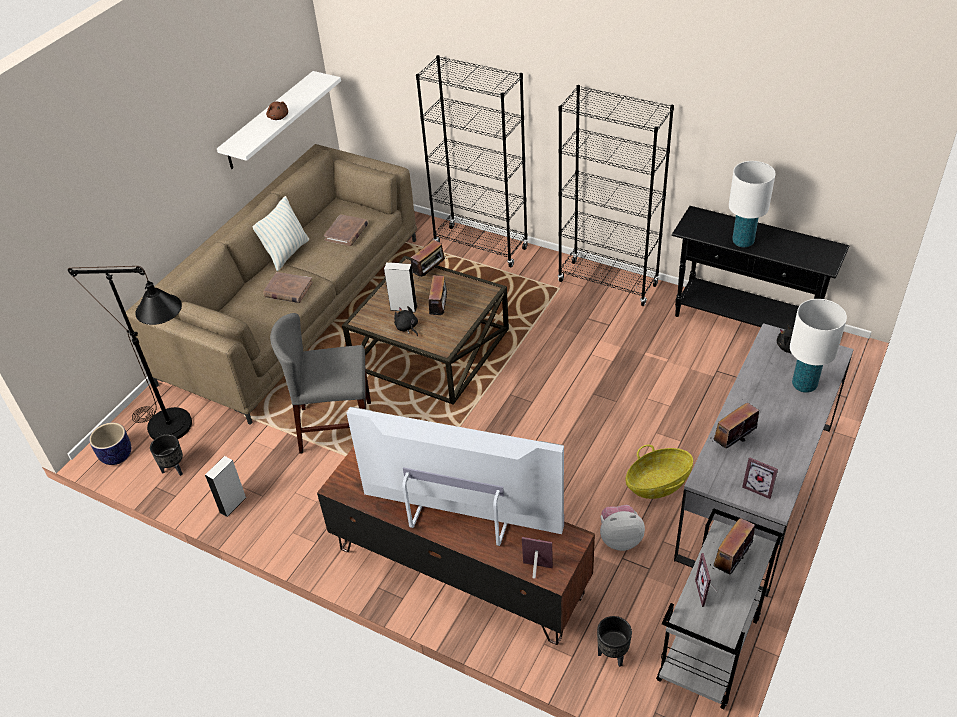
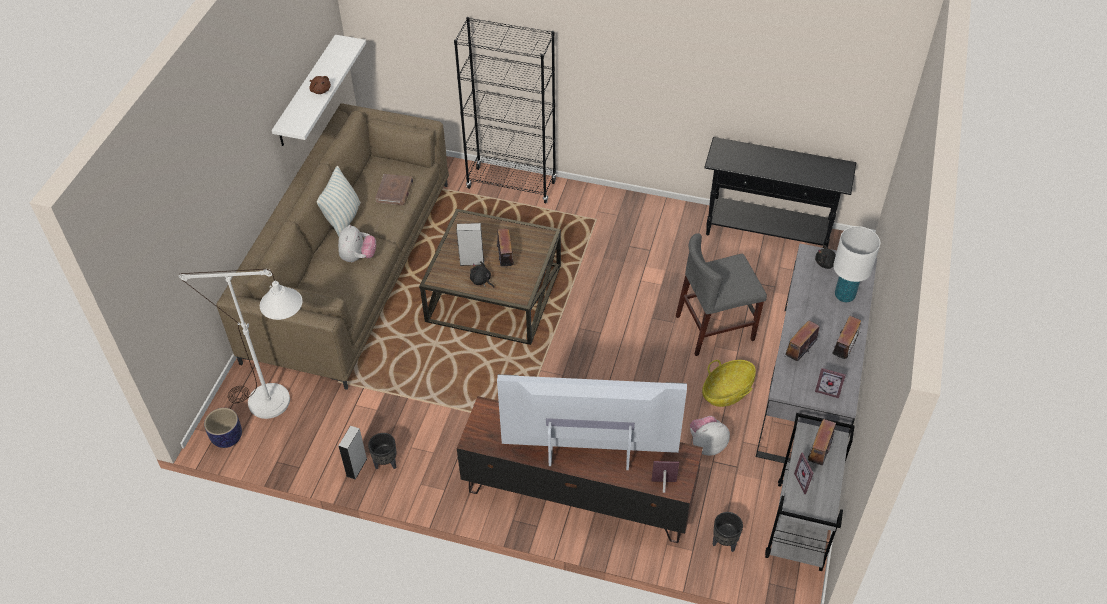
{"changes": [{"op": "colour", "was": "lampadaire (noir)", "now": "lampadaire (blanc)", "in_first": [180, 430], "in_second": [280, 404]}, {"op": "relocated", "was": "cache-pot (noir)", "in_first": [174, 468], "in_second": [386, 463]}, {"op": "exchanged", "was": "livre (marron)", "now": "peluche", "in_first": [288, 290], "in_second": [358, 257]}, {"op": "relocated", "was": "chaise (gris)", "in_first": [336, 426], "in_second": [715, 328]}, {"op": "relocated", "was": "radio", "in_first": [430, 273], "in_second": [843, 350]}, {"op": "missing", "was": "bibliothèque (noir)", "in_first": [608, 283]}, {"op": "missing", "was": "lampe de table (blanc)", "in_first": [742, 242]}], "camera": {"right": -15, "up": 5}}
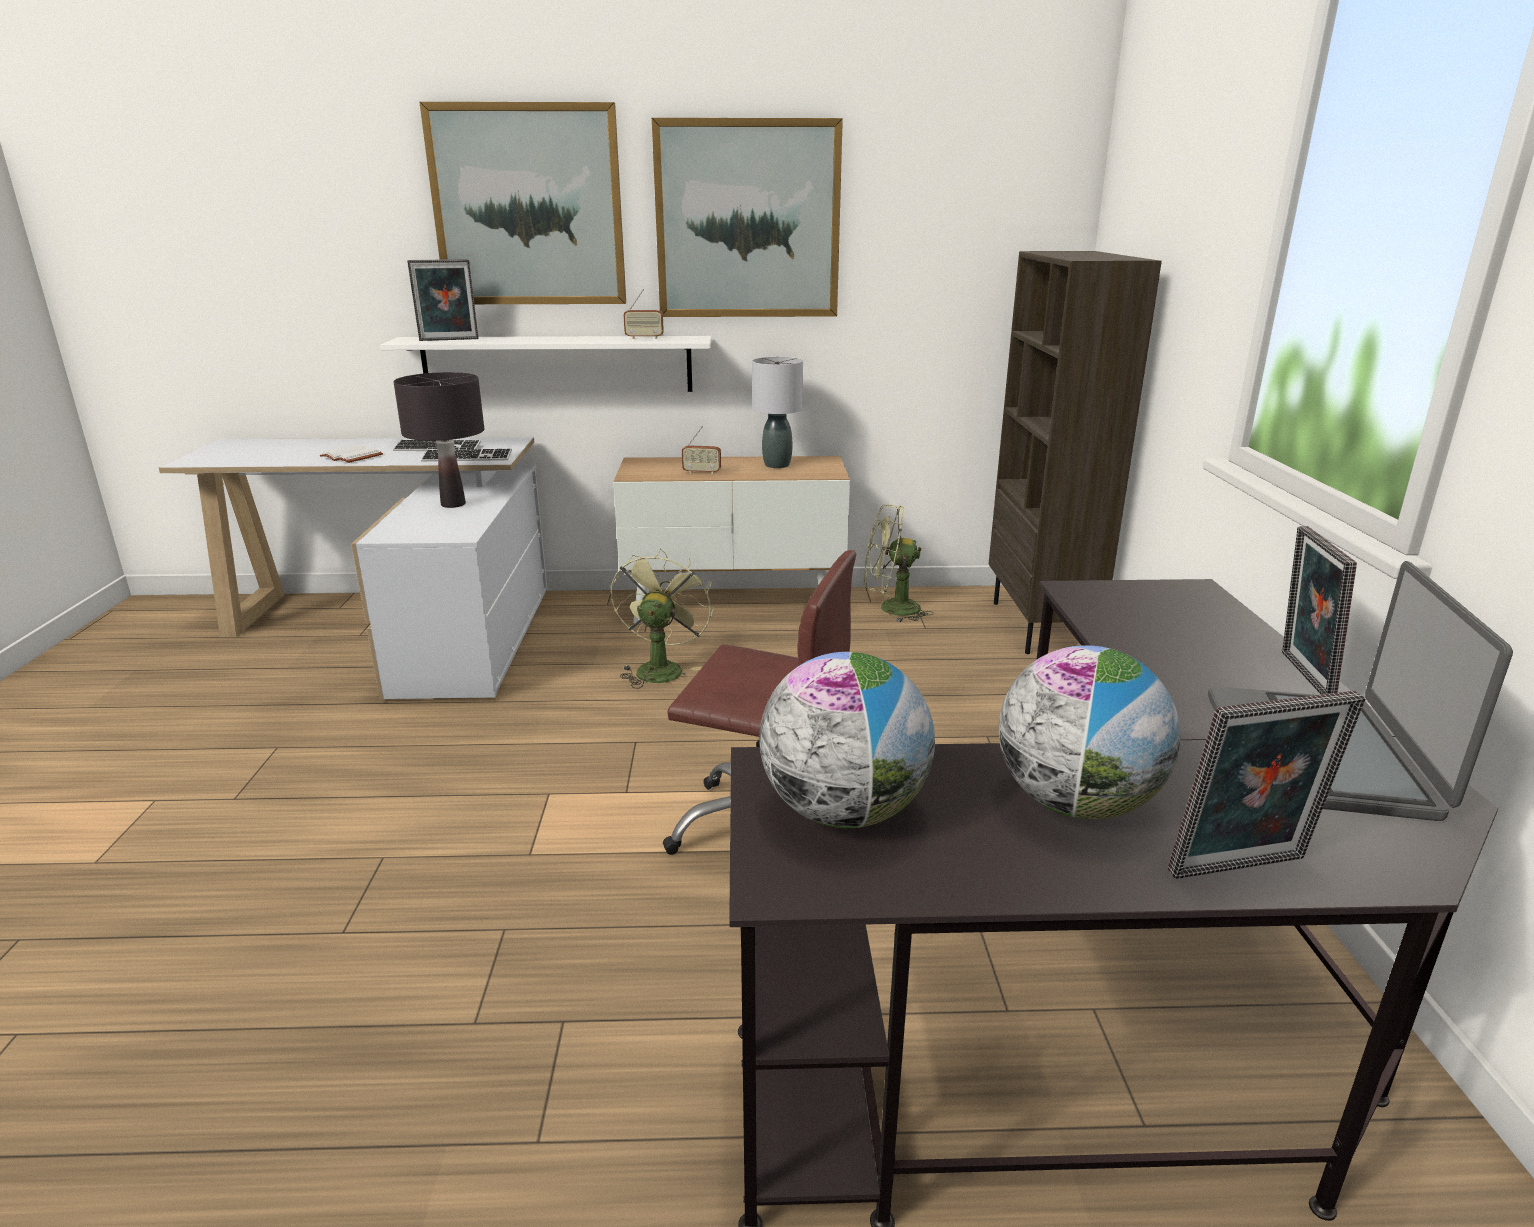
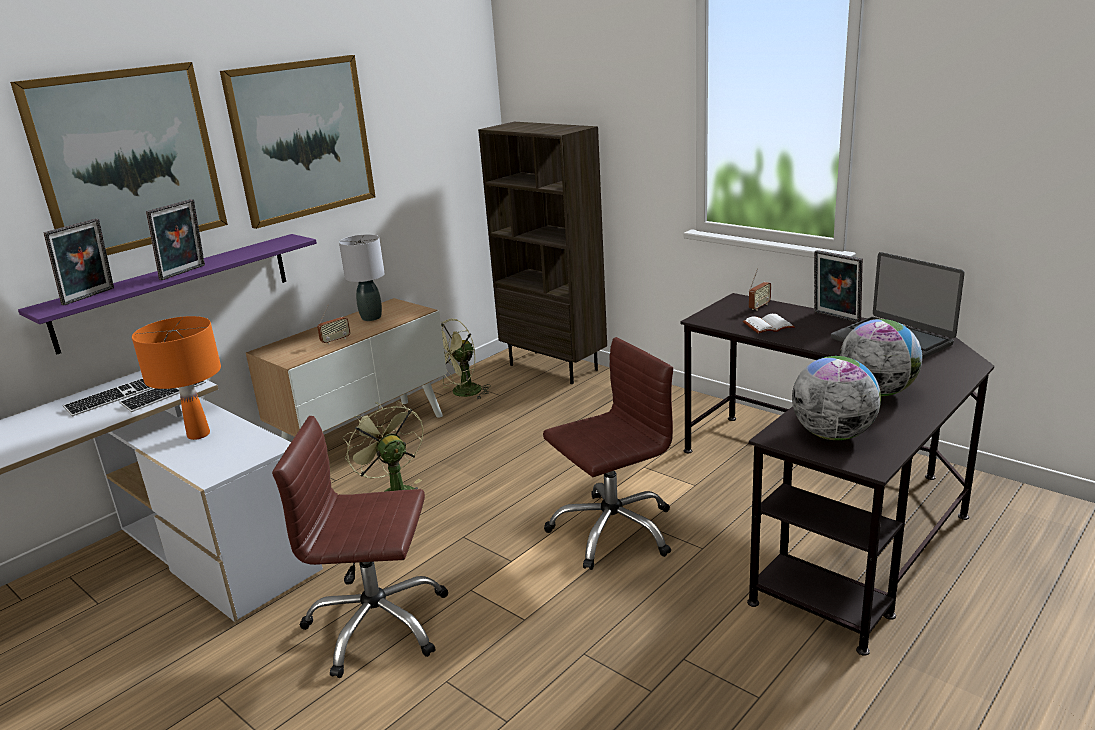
{"changes": [{"op": "relocated", "was": "livre (blanc)", "in_first": [353, 456], "in_second": [768, 325]}, {"op": "colour", "was": "étagère (blanc)", "now": "étagère (violet)", "in_first": [557, 364], "in_second": [175, 291]}, {"op": "colour", "was": "lampe de table (noir)", "now": "lampe de table (orange)", "in_first": [453, 504], "in_second": [199, 435]}, {"op": "relocated", "was": "radio", "in_first": [644, 338], "in_second": [759, 307]}, {"op": "relocated", "was": "cadre photo", "in_first": [1242, 870], "in_second": [184, 272]}, {"op": "appeared", "now": "chaise de bureau (marron)", "in_second": [377, 625]}], "camera": {"right": -45, "up": 0}}
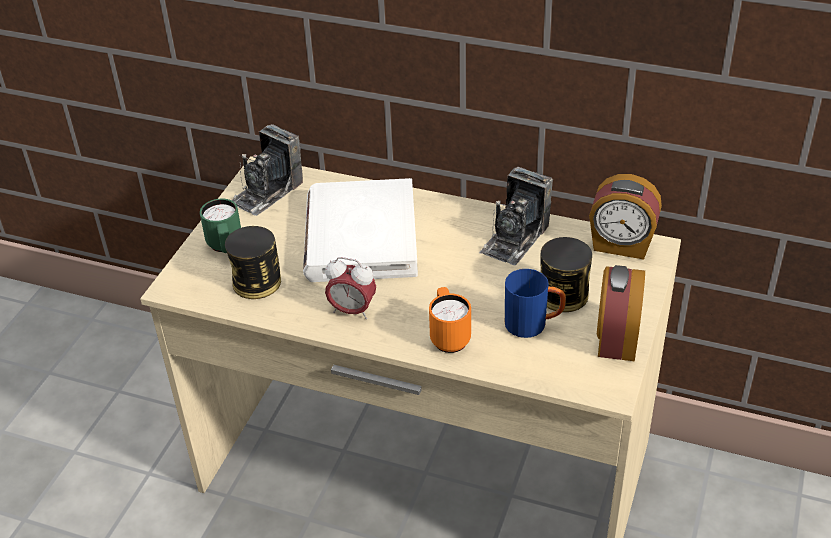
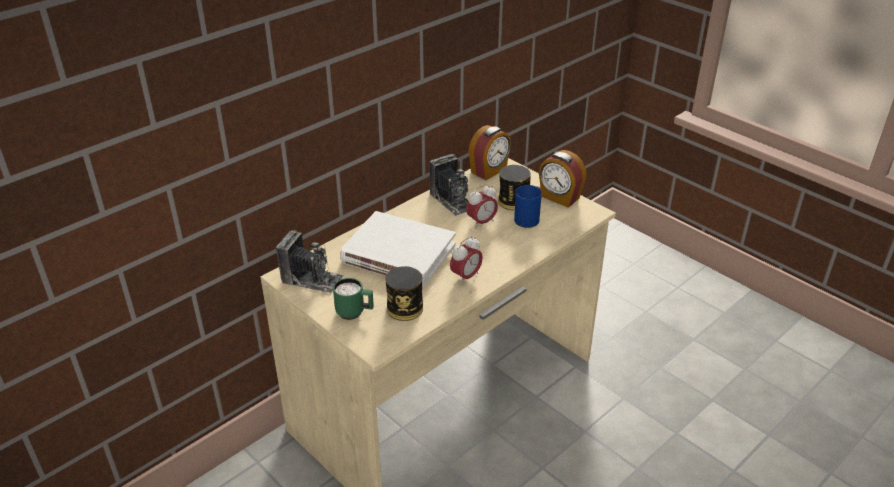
{"changes": [{"op": "spun", "was": "appareil photo", "in_first": [267, 192], "in_second": [312, 279], "clockwise": -45}, {"op": "missing", "was": "mug (orange)", "in_first": [448, 336]}, {"op": "appeared", "now": "réveil", "in_second": [481, 222]}], "camera": {"right": -65, "up": -5}}
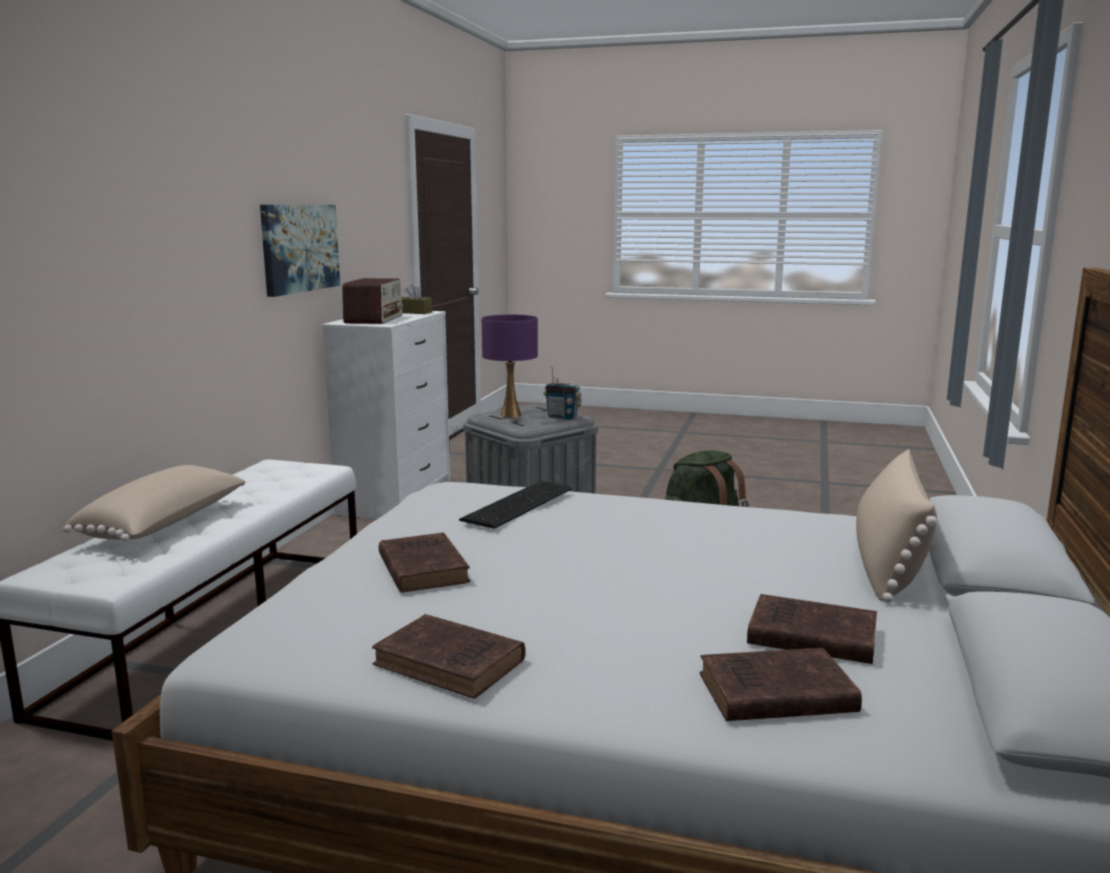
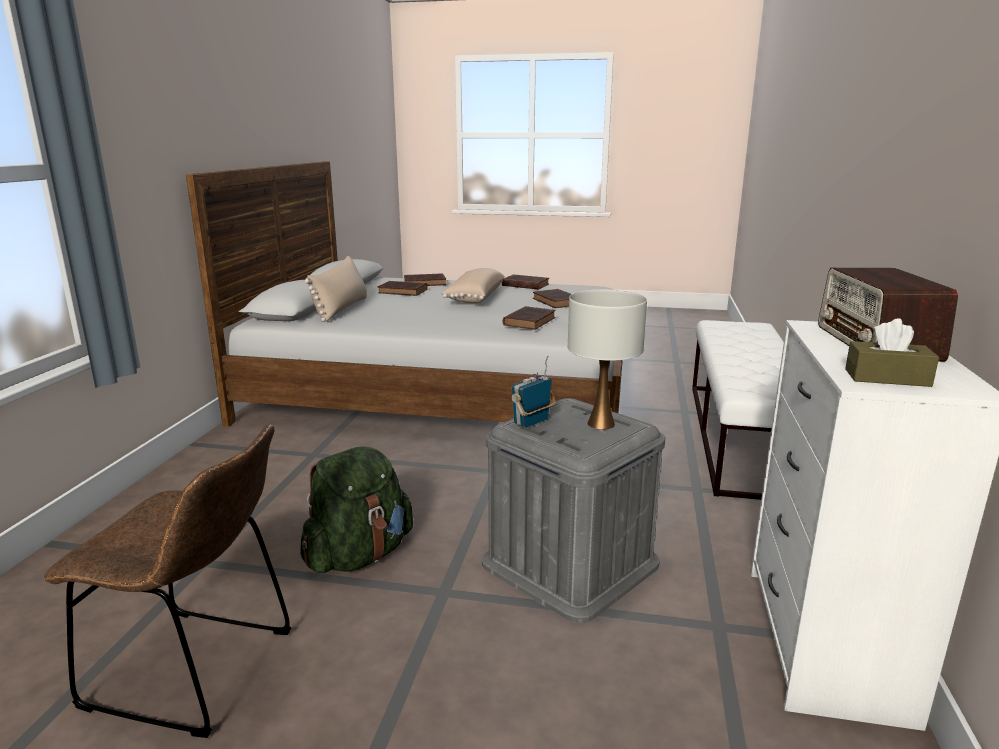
{"changes": [{"op": "relocated", "was": "coussin (beige)", "in_first": [166, 525], "in_second": [474, 298]}, {"op": "missing", "was": "tableau", "in_first": [299, 248]}, {"op": "exchanged", "was": "clavier", "now": "livre (marron)", "in_first": [515, 504], "in_second": [530, 321]}, {"op": "colour", "was": "lampe de table (violet)", "now": "lampe de table (blanc)", "in_first": [511, 415], "in_second": [601, 424]}, {"op": "spun", "was": "radio", "in_first": [562, 417], "in_second": [531, 422], "clockwise": -60}, {"op": "appeared", "now": "chaise (marron)", "in_second": [200, 670]}], "camera": {"right": 175, "up": 5}}
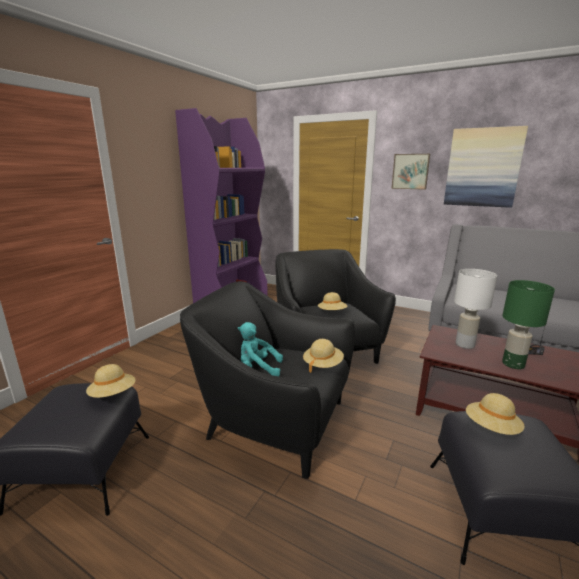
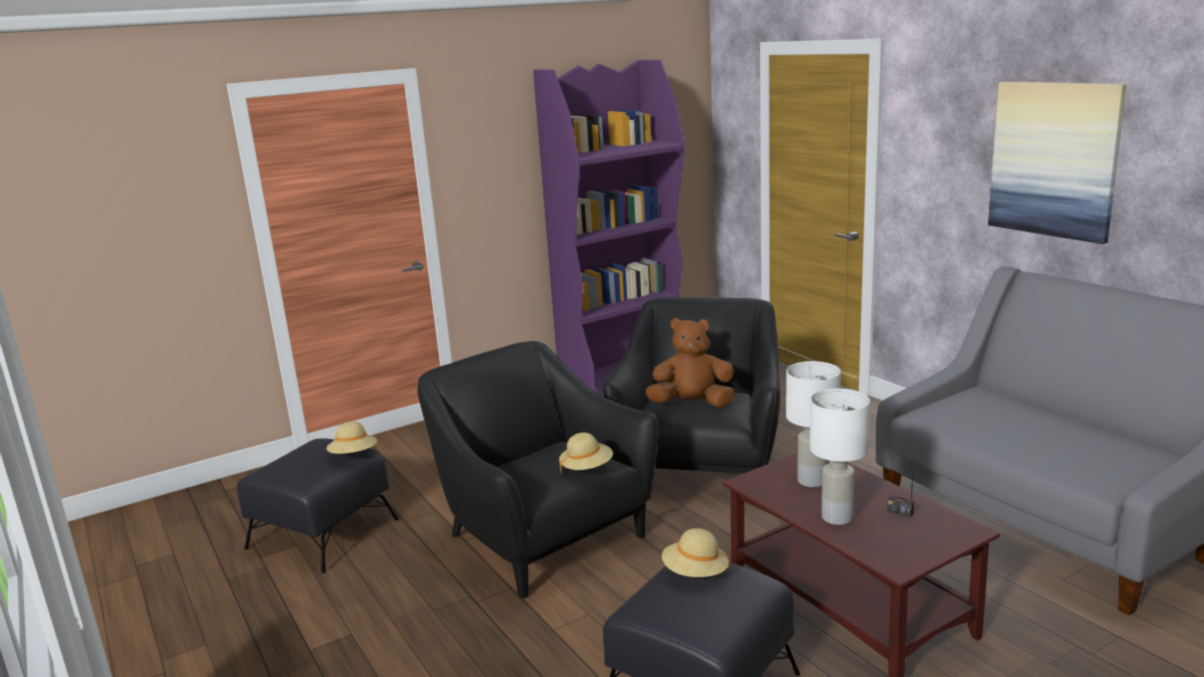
{"changes": [{"op": "missing", "was": "peluche (turquoise)", "in_first": [257, 369]}, {"op": "exchanged", "was": "chapeau (beige)", "now": "peluche (marron)", "in_first": [332, 312], "in_second": [692, 404]}, {"op": "missing", "was": "tableau", "in_first": [410, 171]}, {"op": "colour", "was": "lampe de table (vert)", "now": "lampe de table (blanc)", "in_first": [513, 364], "in_second": [837, 518]}], "camera": {"right": 30, "up": 0}}
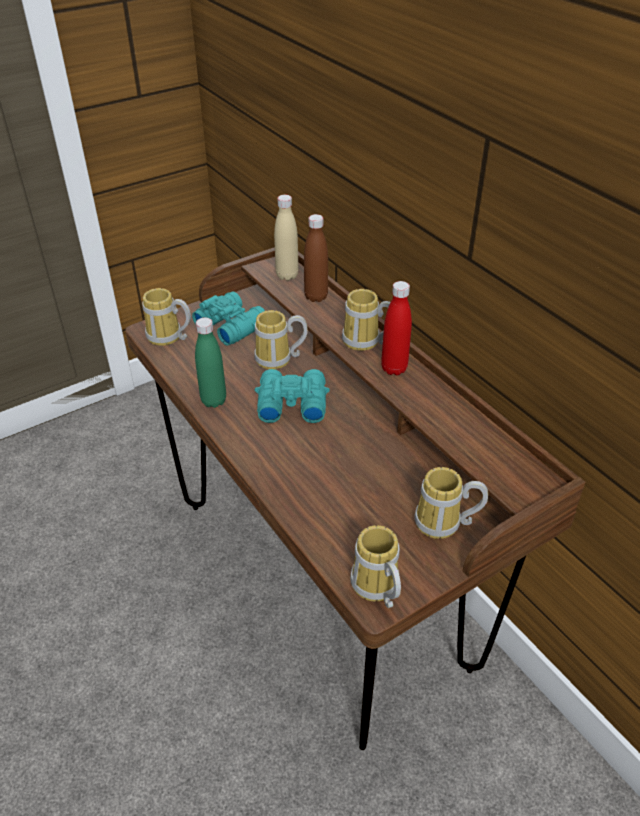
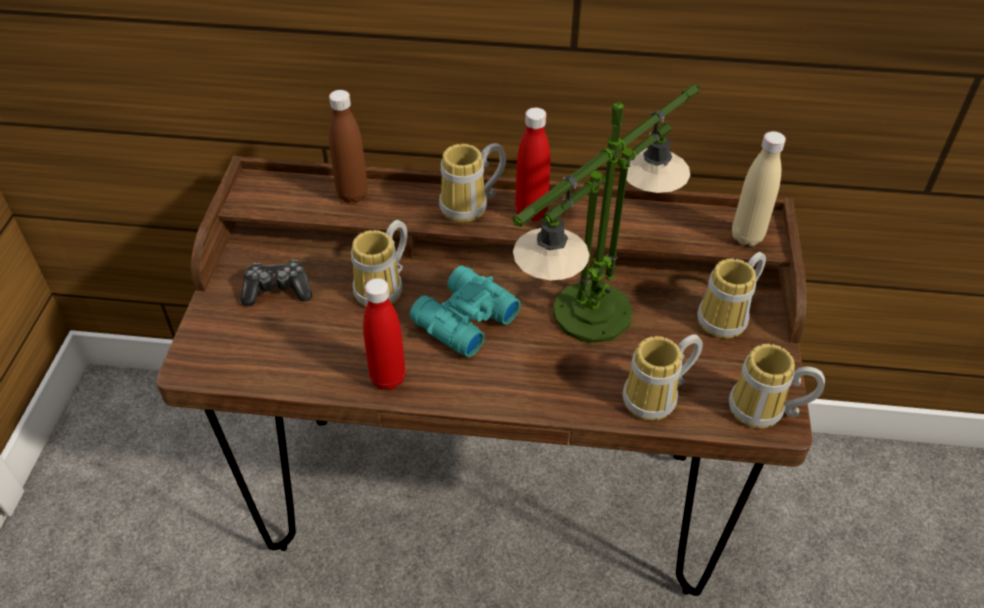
{"changes": [{"op": "relocated", "was": "mug", "in_first": [167, 338], "in_second": [657, 399]}, {"op": "exchanged", "was": "jumelles (turquoise)", "now": "manette", "in_first": [231, 325], "in_second": [278, 290]}, {"op": "colour", "was": "bouteille (vert)", "now": "bouteille (rouge)", "in_first": [213, 401], "in_second": [388, 378]}, {"op": "relocated", "was": "bouteille (beige)", "in_first": [287, 275], "in_second": [747, 237]}, {"op": "appeared", "now": "lampe de table", "in_second": [591, 314]}], "camera": {"right": -50, "up": 5}}
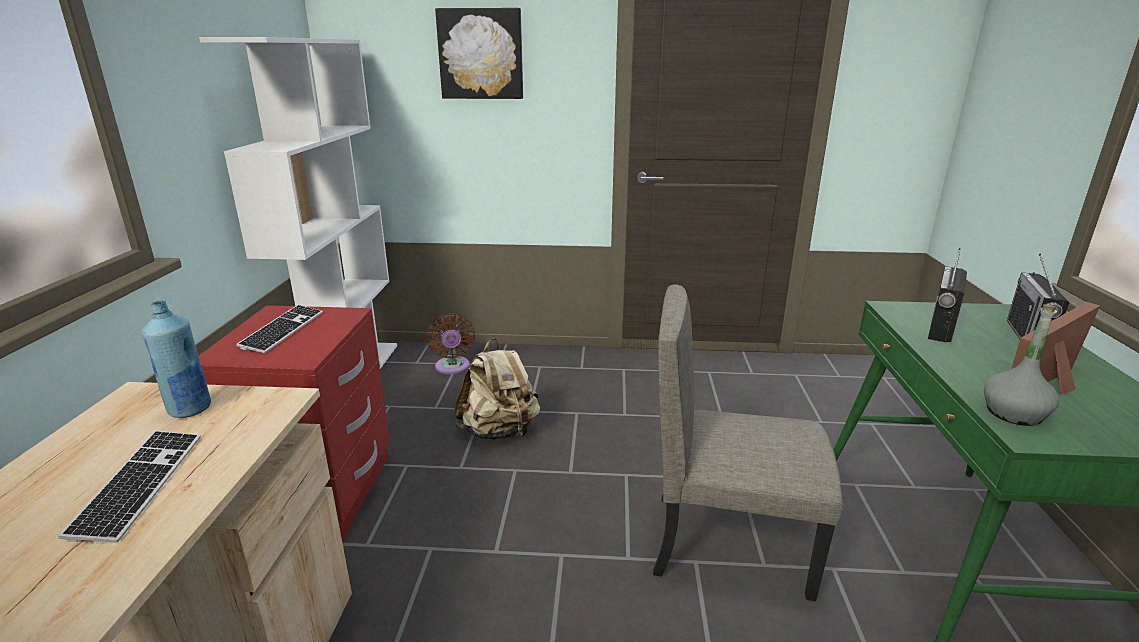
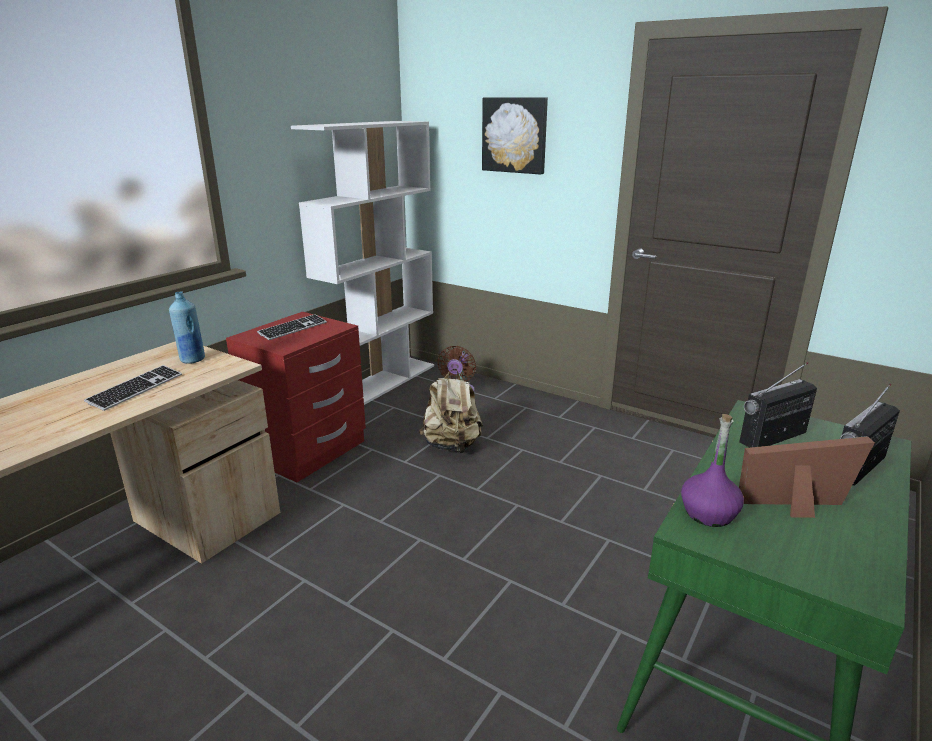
{"changes": [{"op": "missing", "was": "chaise (beige)", "in_first": [730, 542]}, {"op": "colour", "was": "bouteille (gris)", "now": "bouteille (violet)", "in_first": [1013, 413], "in_second": [708, 513]}], "camera": {"right": 30, "up": 0}}
